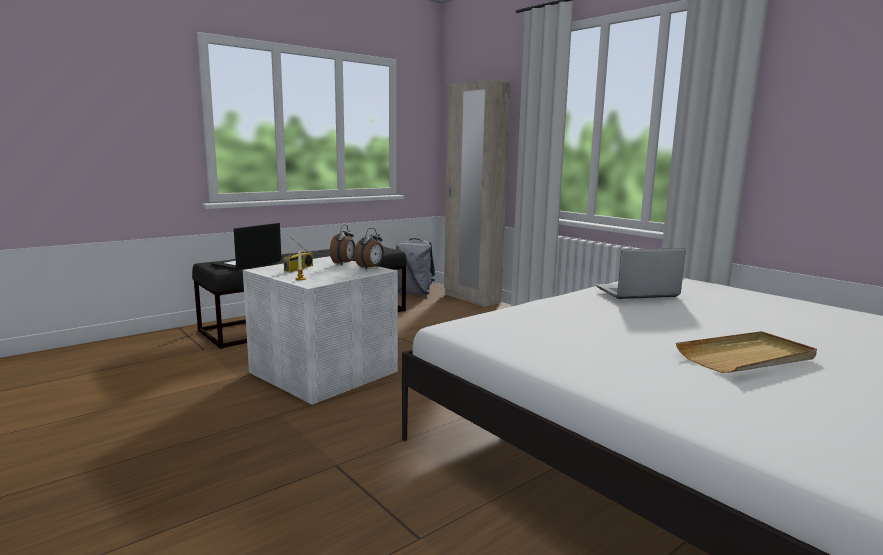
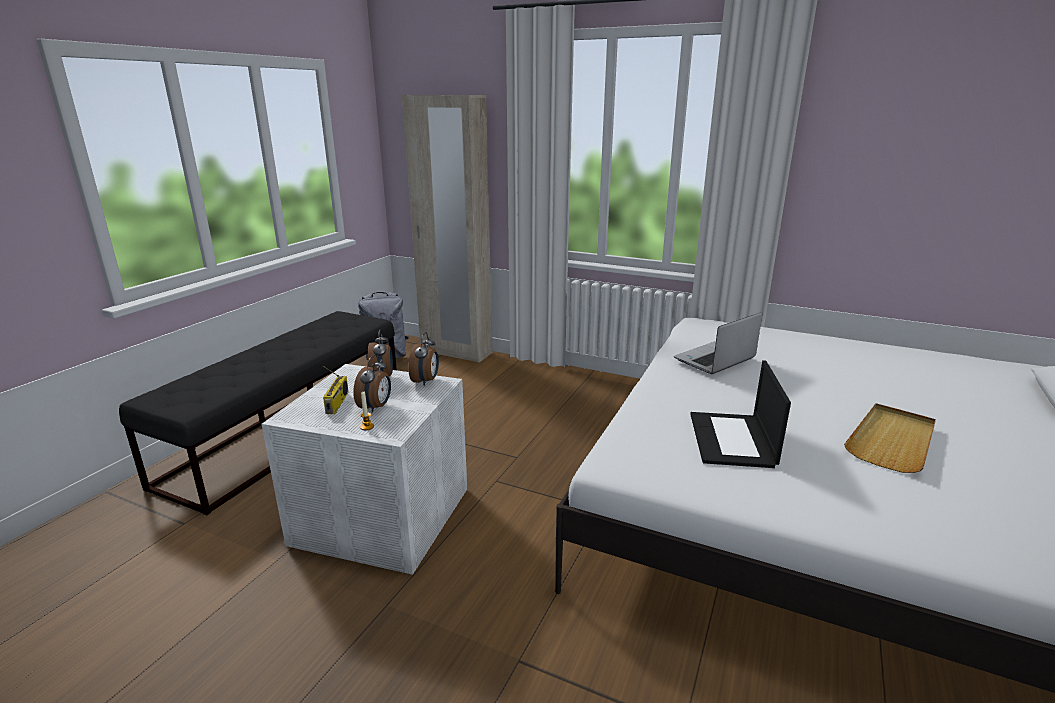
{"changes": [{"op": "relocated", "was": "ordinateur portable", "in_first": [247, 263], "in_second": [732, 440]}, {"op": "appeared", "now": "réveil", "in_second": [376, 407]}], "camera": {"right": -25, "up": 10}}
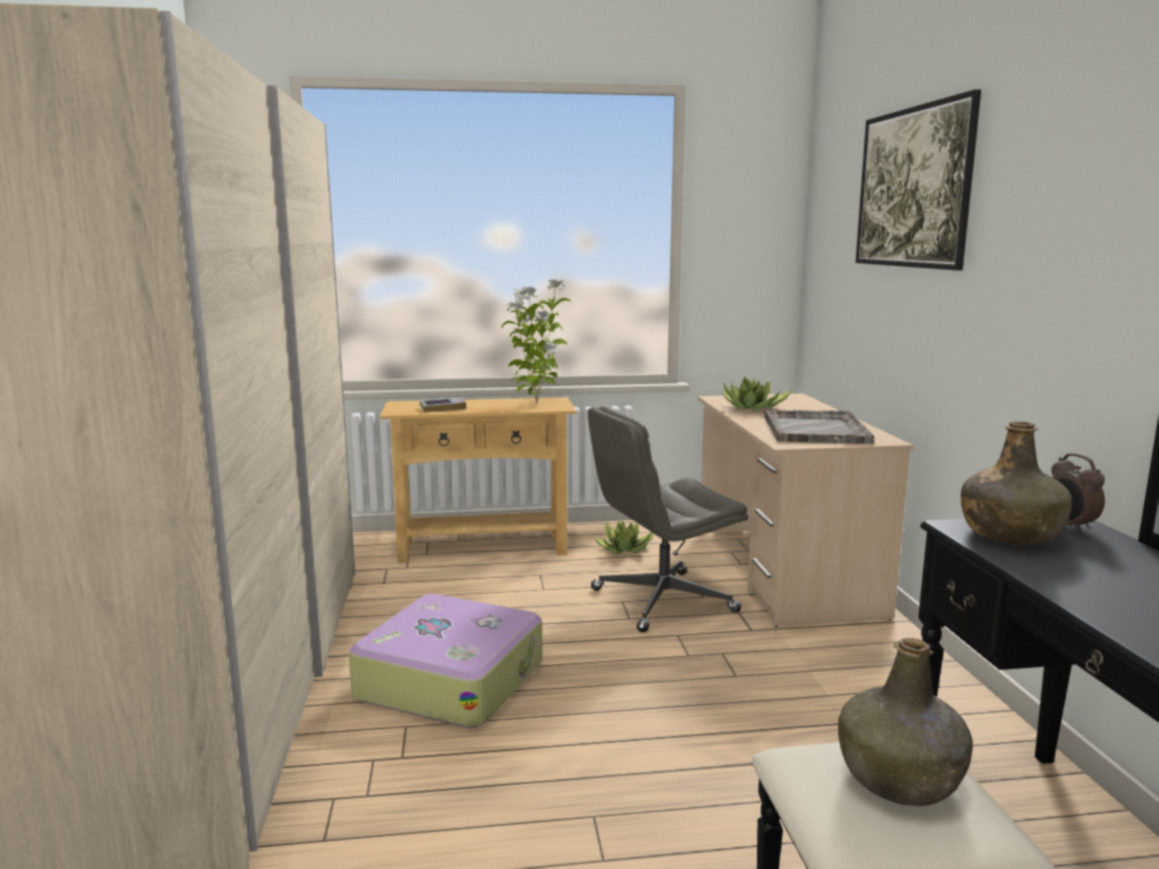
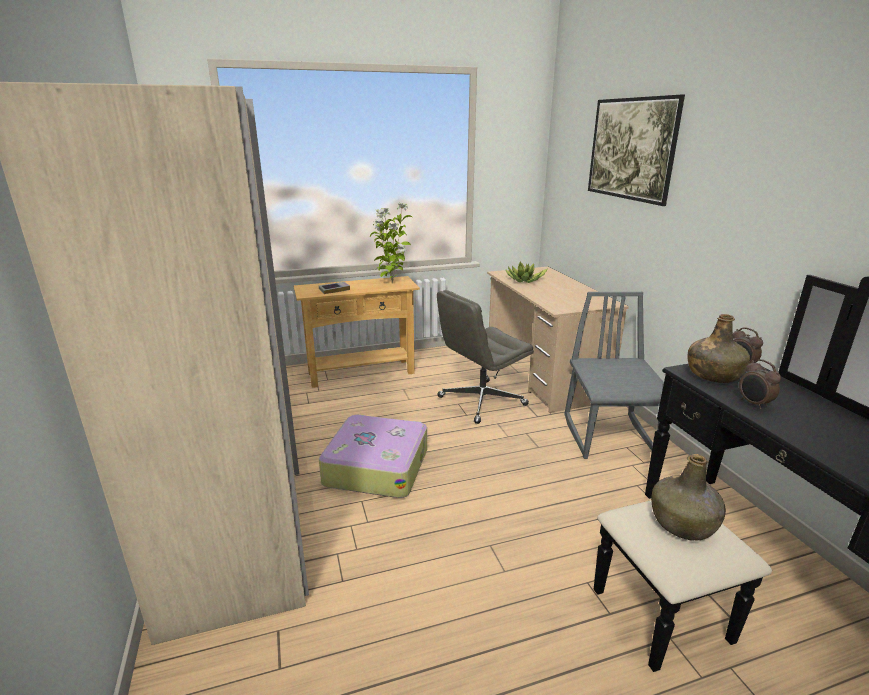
{"changes": [{"op": "missing", "was": "plante en pot", "in_first": [624, 549]}, {"op": "missing", "was": "plateau (gris)", "in_first": [815, 429]}, {"op": "appeared", "now": "chaise (gris)", "in_second": [610, 436]}, {"op": "appeared", "now": "réveil", "in_second": [753, 404]}], "camera": {"right": -10, "up": 10}}
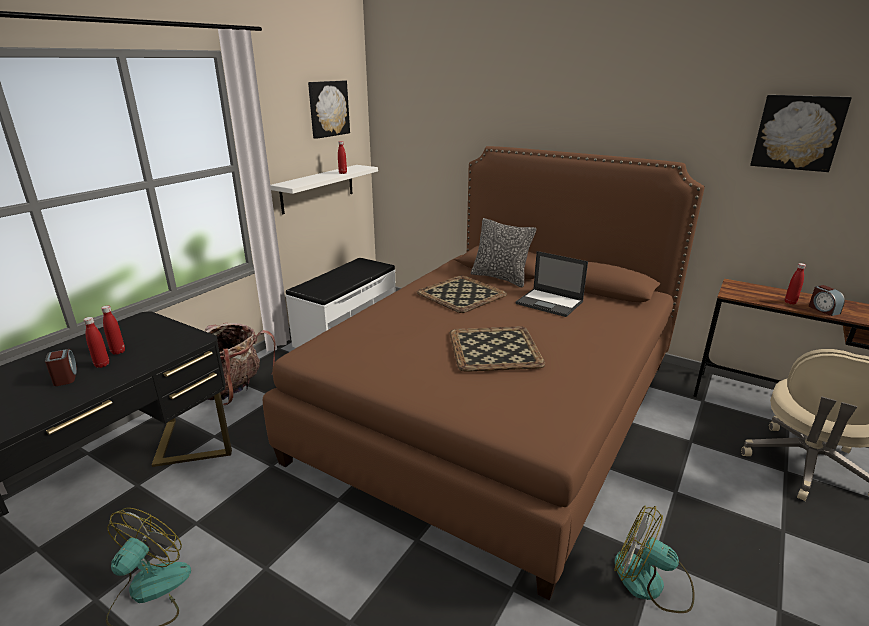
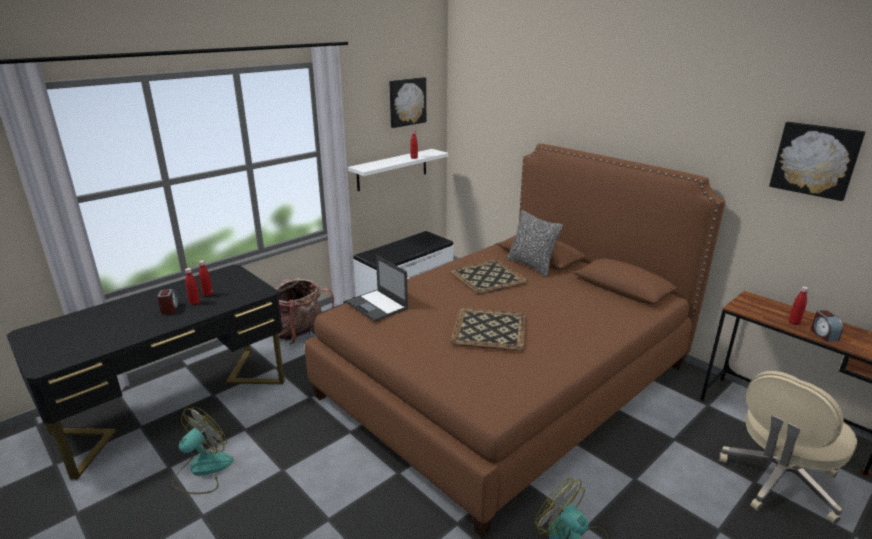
{"changes": [{"op": "relocated", "was": "ordinateur portable", "in_first": [550, 303], "in_second": [377, 306]}], "camera": {"right": 15, "up": 0}}
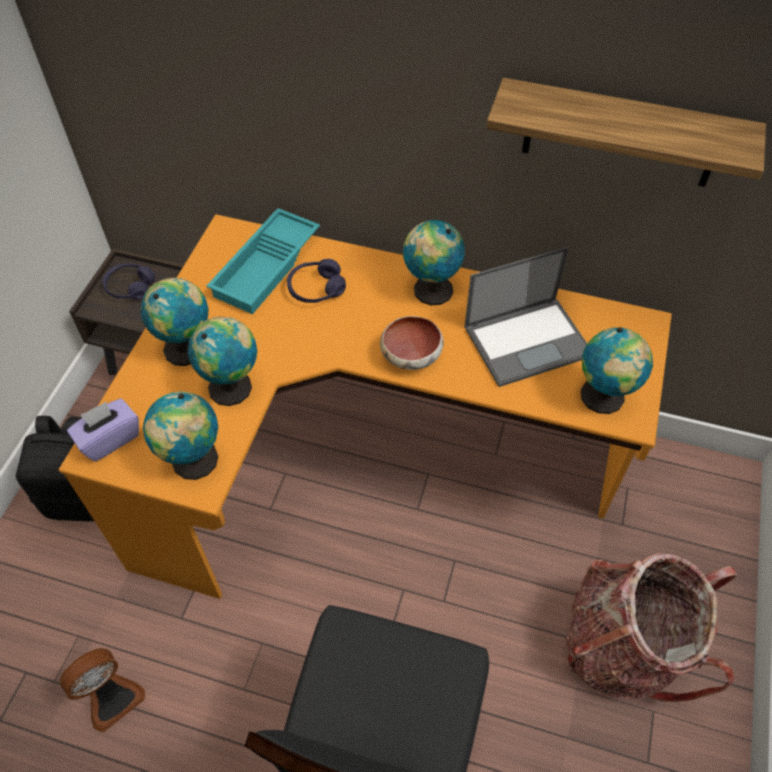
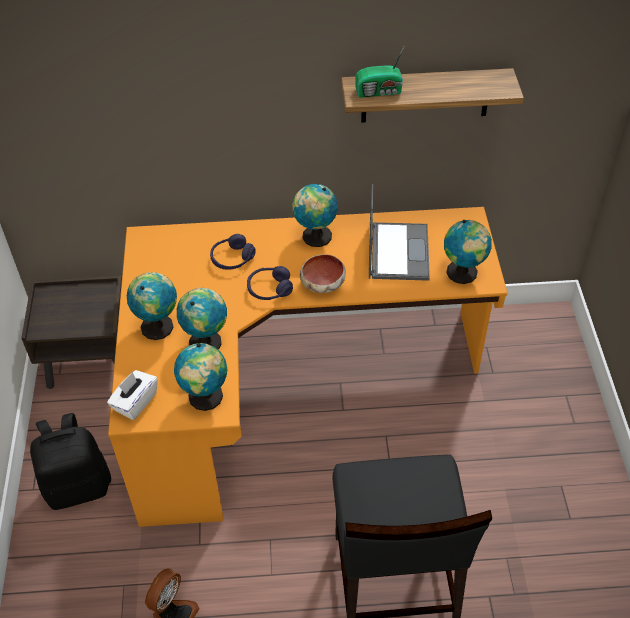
{"changes": [{"op": "colour", "was": "boîte à mouchoirs (violet)", "now": "boîte à mouchoirs (blanc)", "in_first": [109, 439], "in_second": [135, 402]}, {"op": "relocated", "was": "casque audio (violet)", "in_first": [130, 287], "in_second": [269, 289]}, {"op": "missing", "was": "plateau (turquoise)", "in_first": [267, 268]}, {"op": "spun", "was": "ordinateur portable", "in_first": [528, 340], "in_second": [398, 251], "clockwise": -45}, {"op": "missing", "was": "sac à dos", "in_first": [624, 645]}, {"op": "appeared", "now": "radio", "in_second": [380, 91]}], "camera": {"right": -20, "up": -5}}
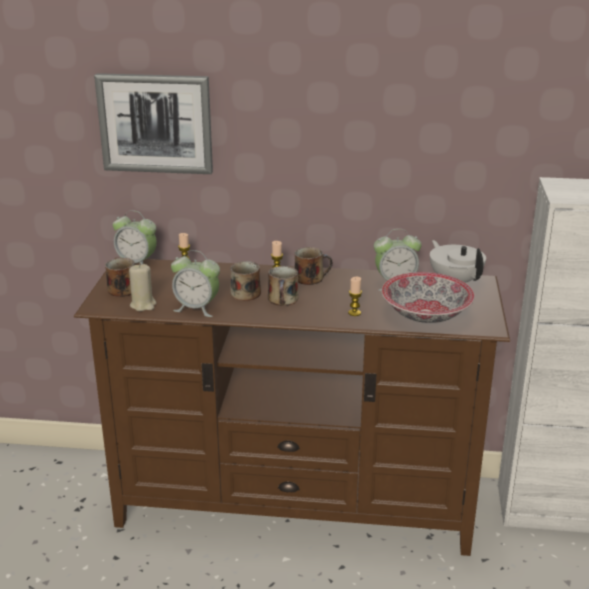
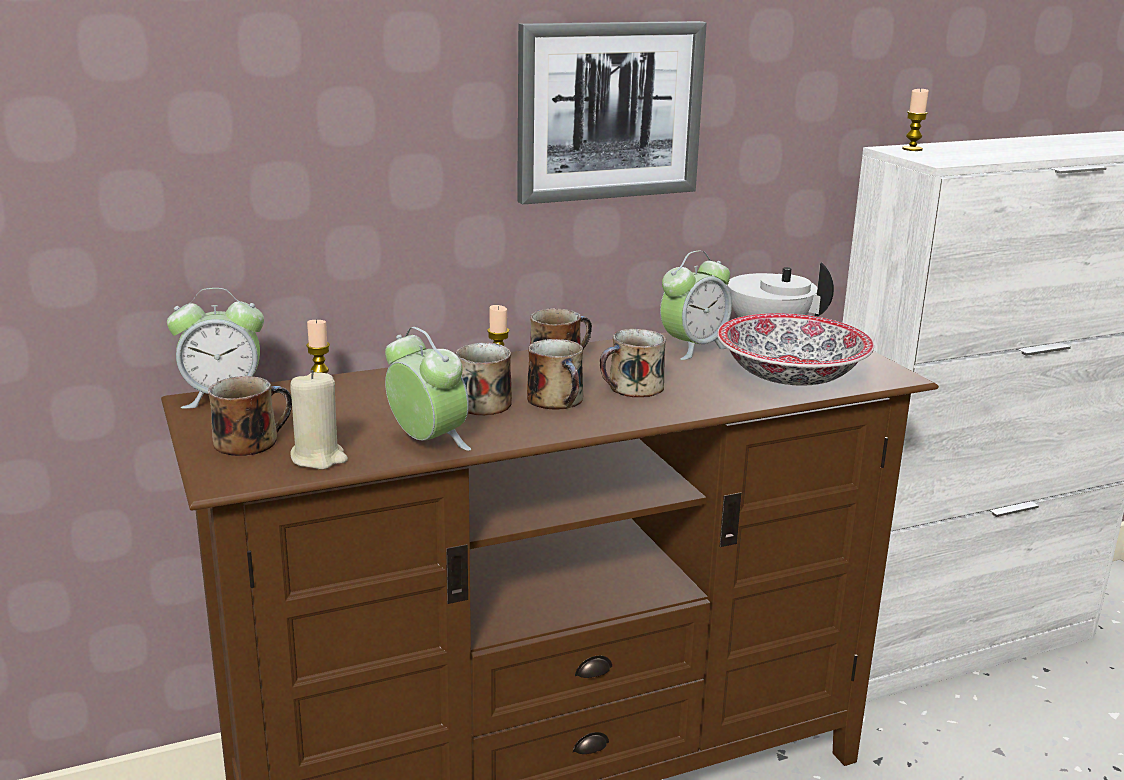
{"changes": [{"op": "relocated", "was": "tableau", "in_first": [155, 123], "in_second": [608, 111]}, {"op": "spun", "was": "réveil", "in_first": [197, 308], "in_second": [427, 442], "clockwise": -120}, {"op": "relocated", "was": "bougie", "in_first": [354, 313], "in_second": [912, 149]}, {"op": "appeared", "now": "mug", "in_second": [633, 388]}], "camera": {"right": -30, "up": -5}}
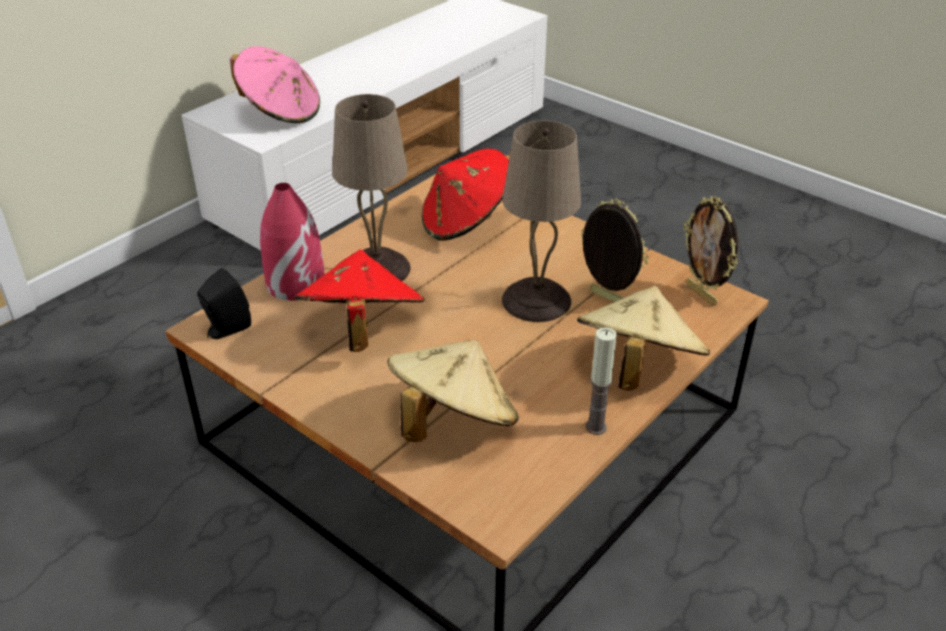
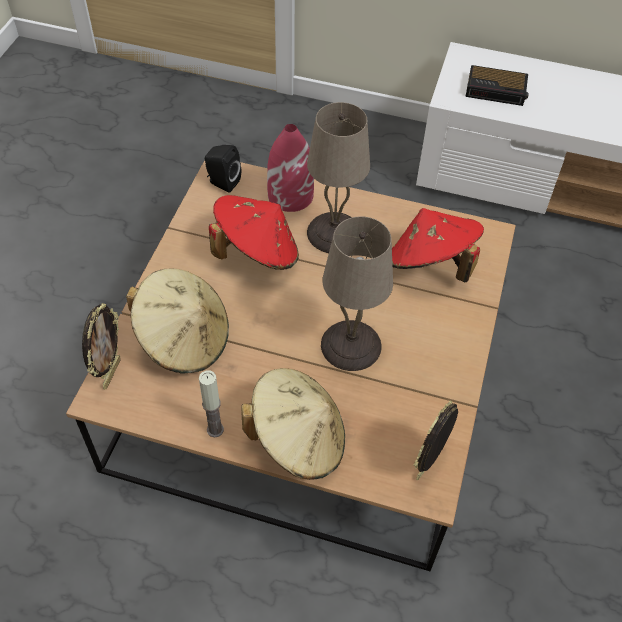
{"changes": [{"op": "exchanged", "was": "chapeau (rose)", "now": "réveil", "in_first": [280, 112], "in_second": [497, 90]}, {"op": "relocated", "was": "cadre photo", "in_first": [606, 299], "in_second": [111, 373]}], "camera": {"right": 65, "up": 15}}
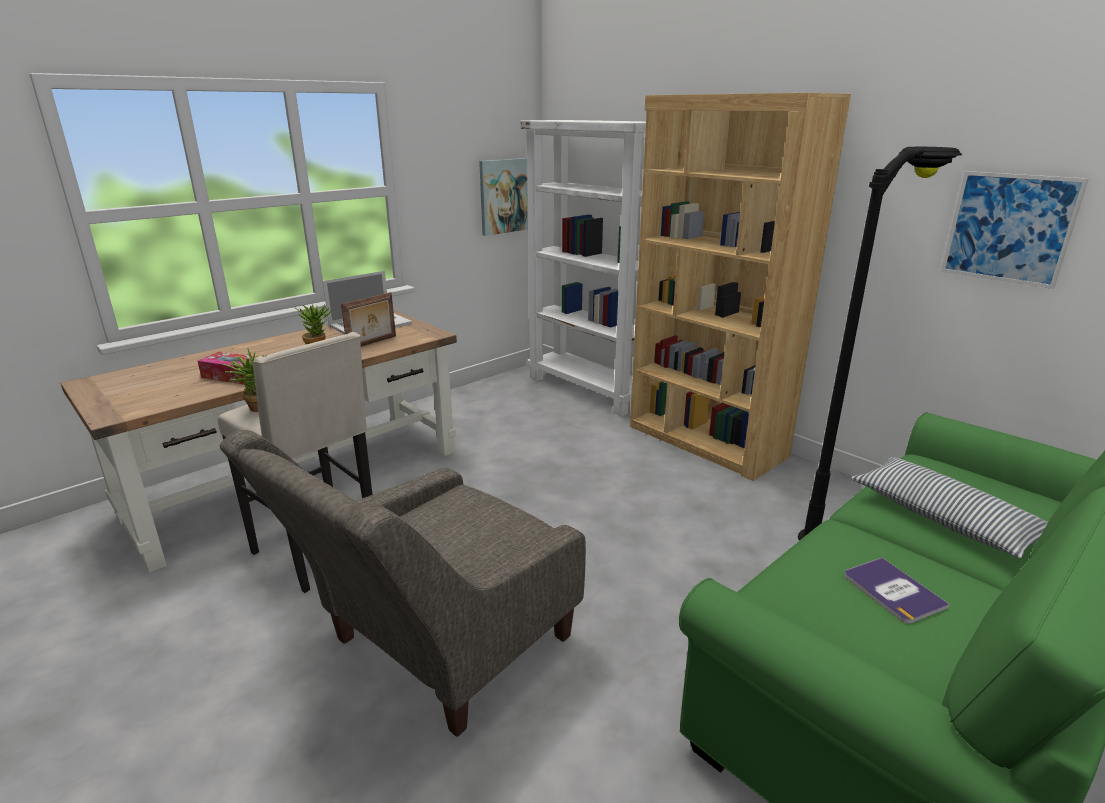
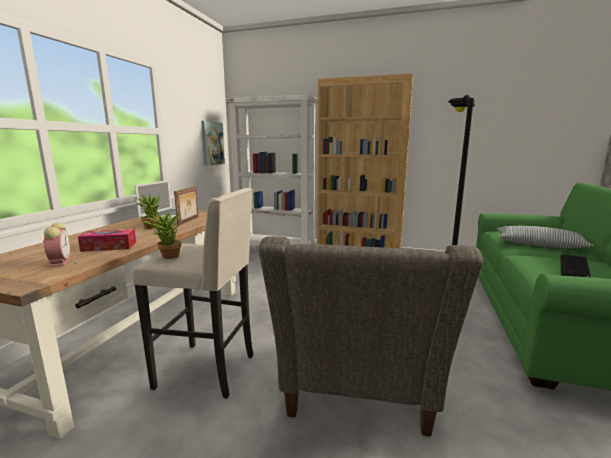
{"changes": [{"op": "exchanged", "was": "livre", "now": "clavier", "in_first": [892, 591], "in_second": [575, 268]}, {"op": "missing", "was": "tableau", "in_first": [1009, 228]}, {"op": "appeared", "now": "réveil", "in_second": [60, 262]}], "camera": {"right": -30, "up": -10}}
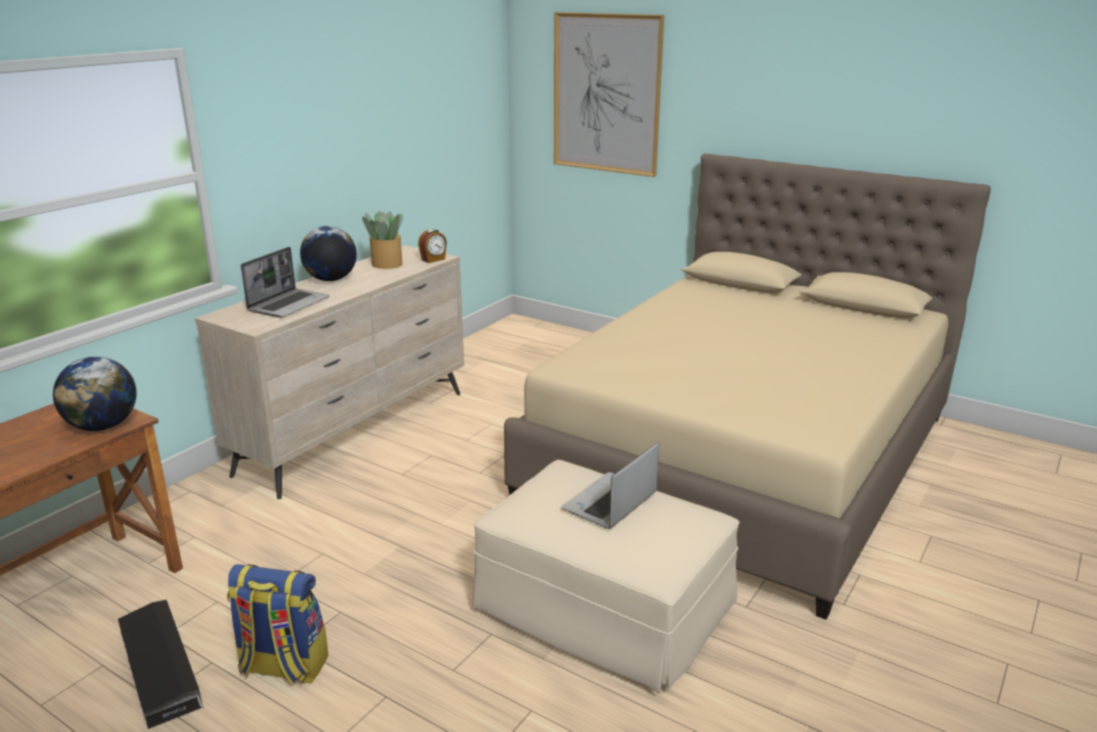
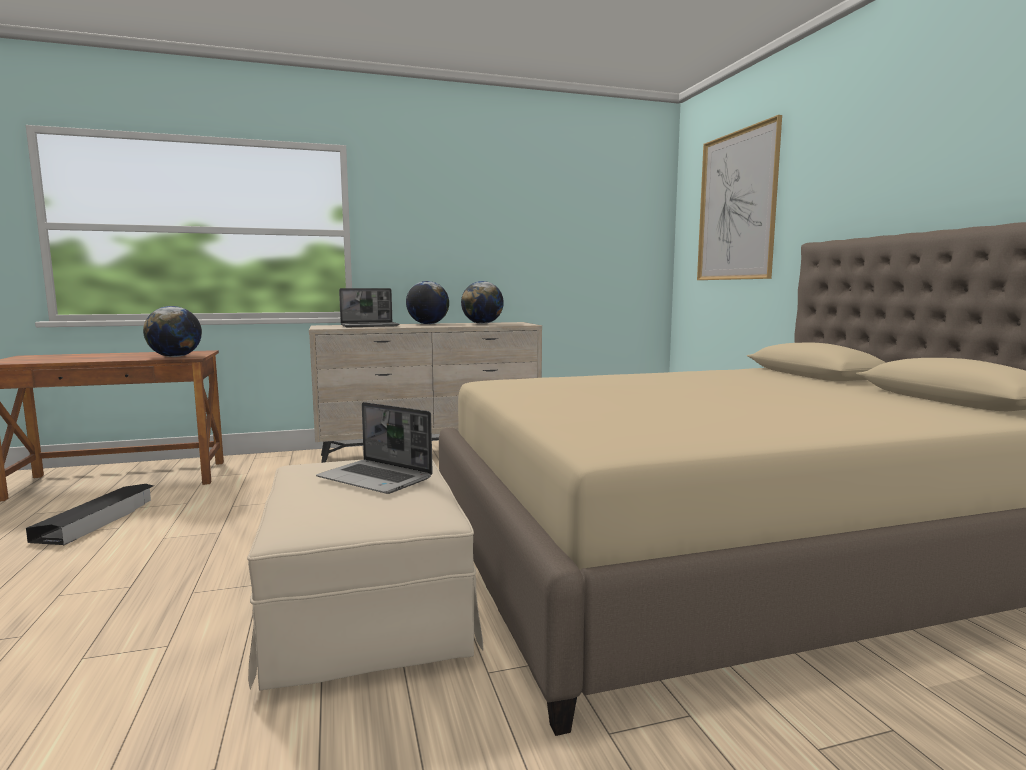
{"changes": [{"op": "missing", "was": "sac à dos", "in_first": [282, 666]}, {"op": "exchanged", "was": "plante en pot", "now": "globe", "in_first": [386, 264], "in_second": [482, 323]}, {"op": "missing", "was": "réveil", "in_first": [433, 259]}, {"op": "spun", "was": "ordinateur portable", "in_first": [610, 503], "in_second": [377, 479], "clockwise": -135}], "camera": {"right": 40, "up": -15}}
